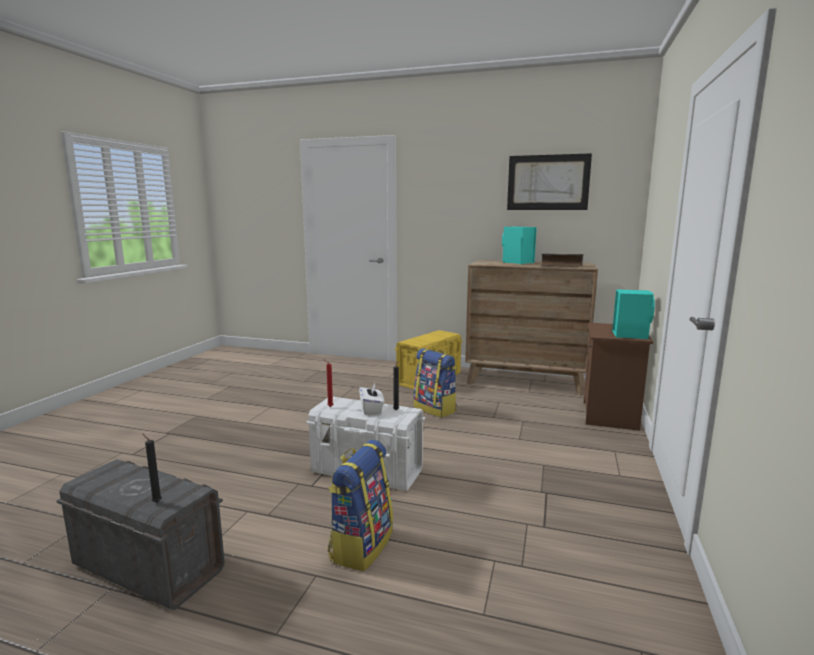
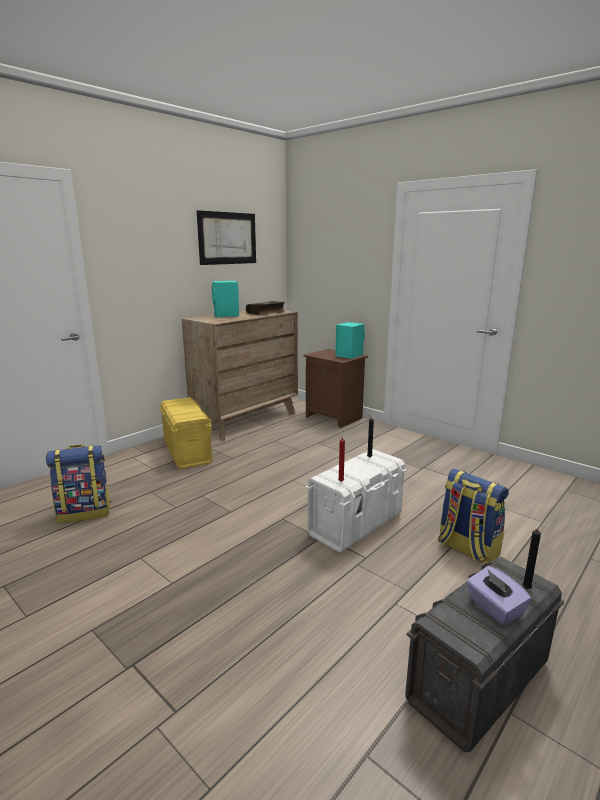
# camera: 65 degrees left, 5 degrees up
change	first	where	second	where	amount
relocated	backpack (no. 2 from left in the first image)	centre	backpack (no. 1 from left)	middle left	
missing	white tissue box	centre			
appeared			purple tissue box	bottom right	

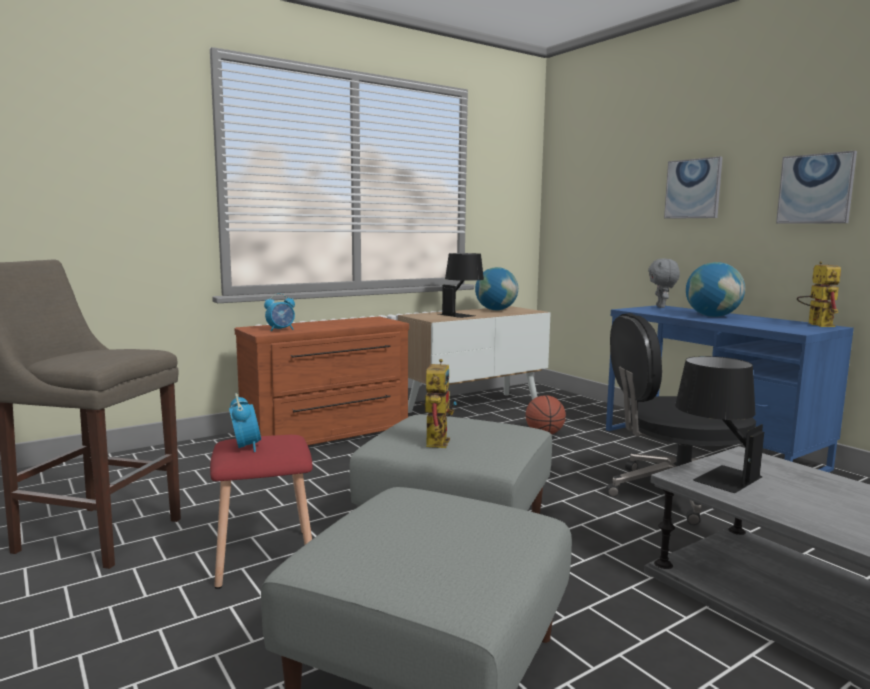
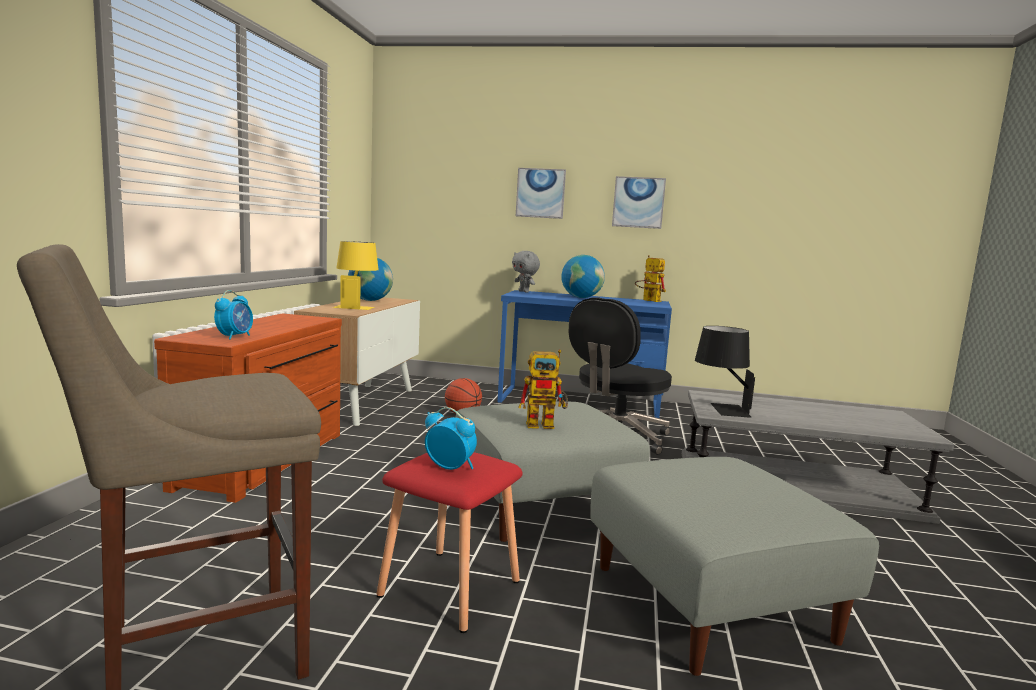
# camera: 45 degrees left, 0 degrees up
change	first	where	second	where	amount
colour	black table lamp (no. 1 from left)	centre	yellow table lamp	centre	
spun	toy robot (no. 1 from left)	centre		centre	120 degrees clockwise

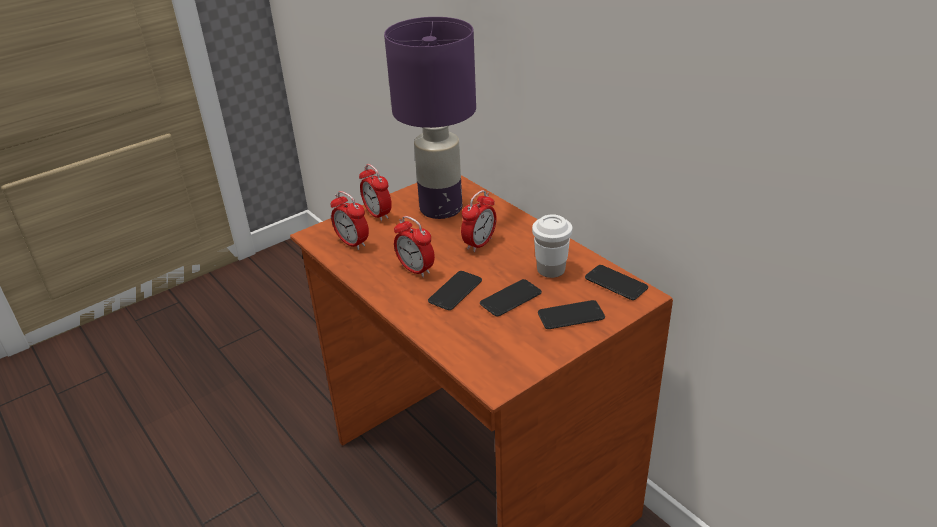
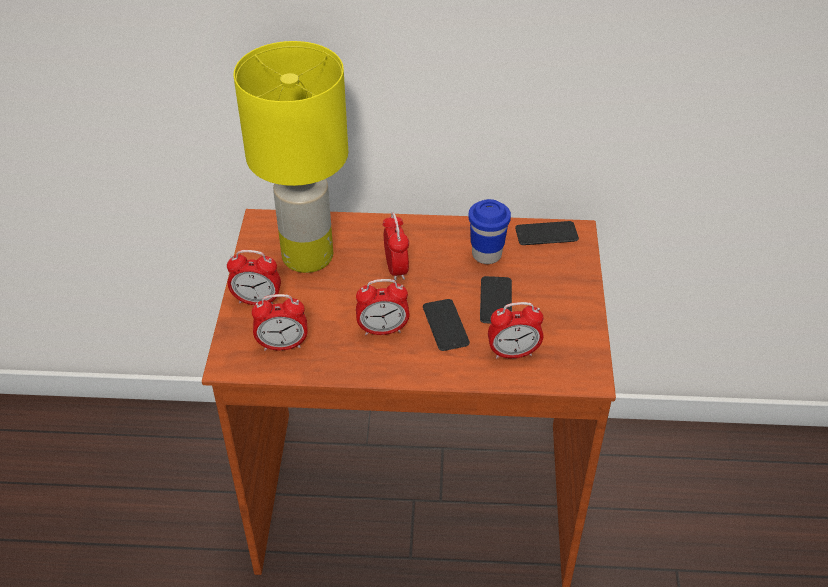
# camera: 50 degrees left, 10 degrees up
change	first	where	second	where	amount
colour	purple table lamp	top centre	yellow table lamp	top centre	
colour	white cup	centre	blue cup	centre	
missing	phone (no. 3 from left)	centre			
appeared			alarm clock (no. 5 from left)	centre	

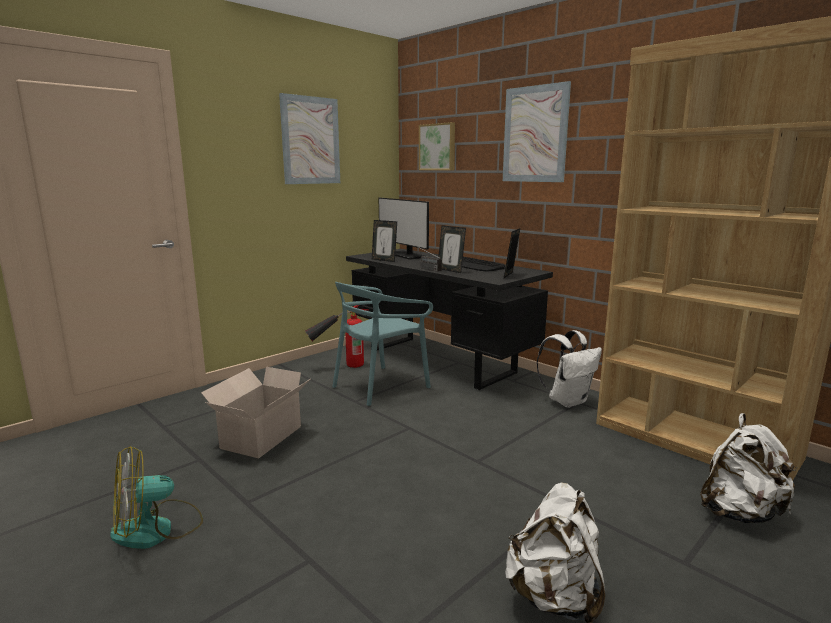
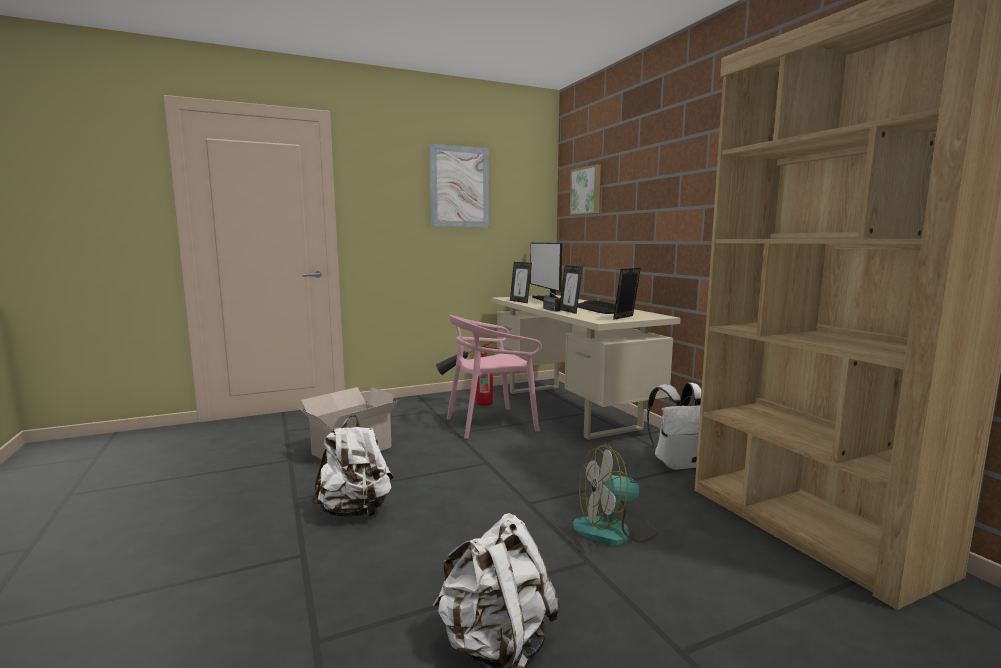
# camera: 20 degrees right, 5 degrees down
change	first	where	second	where	amount
missing	picture (no. 3 from left)	top centre			
colour	black desk	centre	beige desk	centre	
colour	turquoise chair	centre	pink chair	centre	
relocated	white backpack (no. 3 from left in the first image)	bottom right	white backpack (no. 1 from left)	bottom centre	
relocated	fan	bottom left		bottom centre	

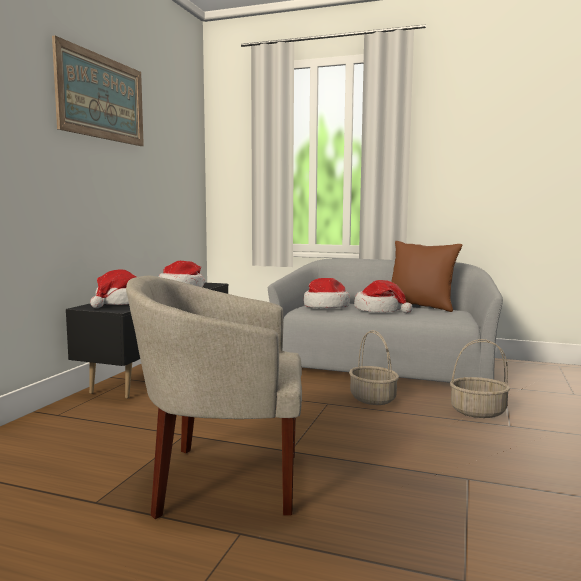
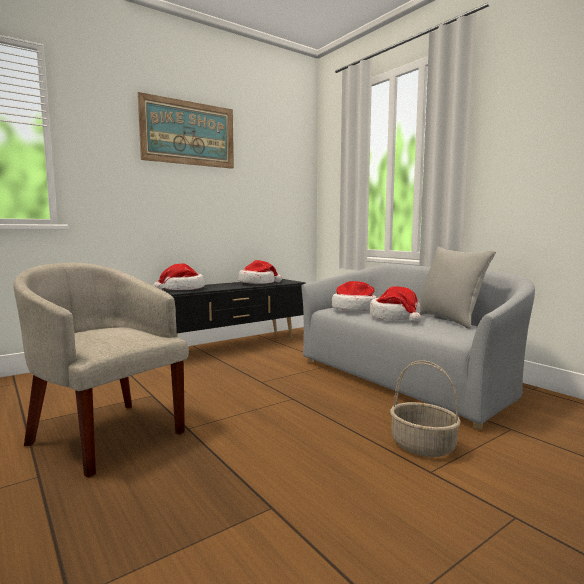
# camera: 35 degrees right, 0 degrees up
change	first	where	second	where	amount
colour	brown pillow	middle right	grey pillow	middle right	
missing	basket (no. 1 from left)	centre			

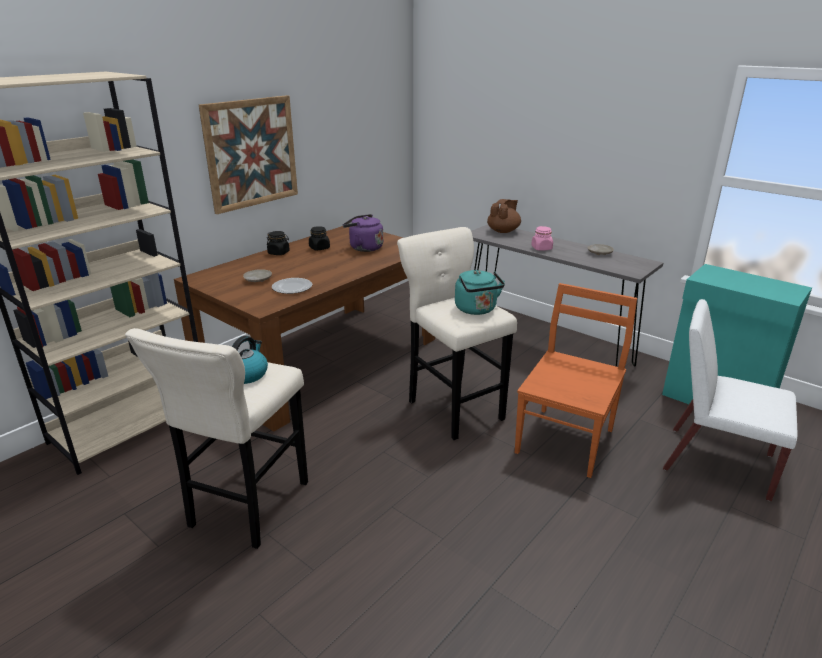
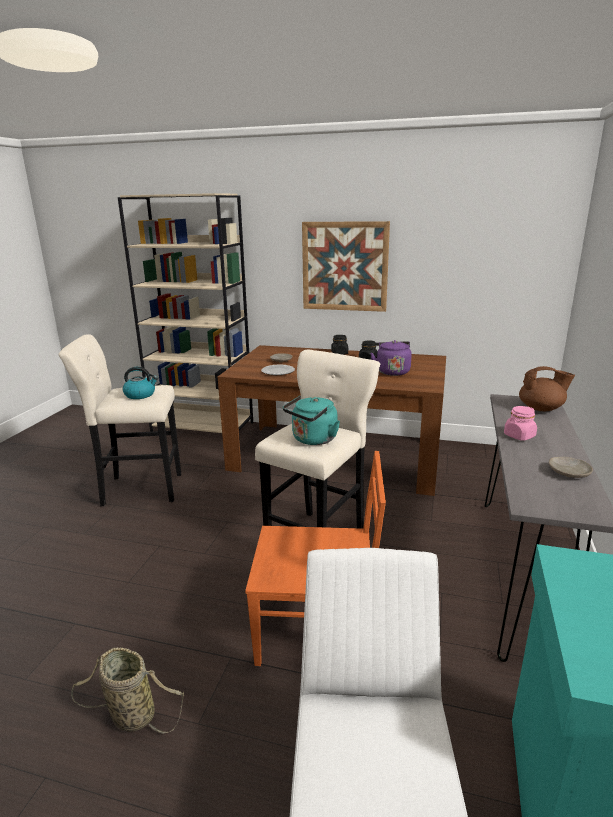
# camera: 65 degrees right, 5 degrees down
change	first	where	second	where	amount
appeared			basket	bottom left	

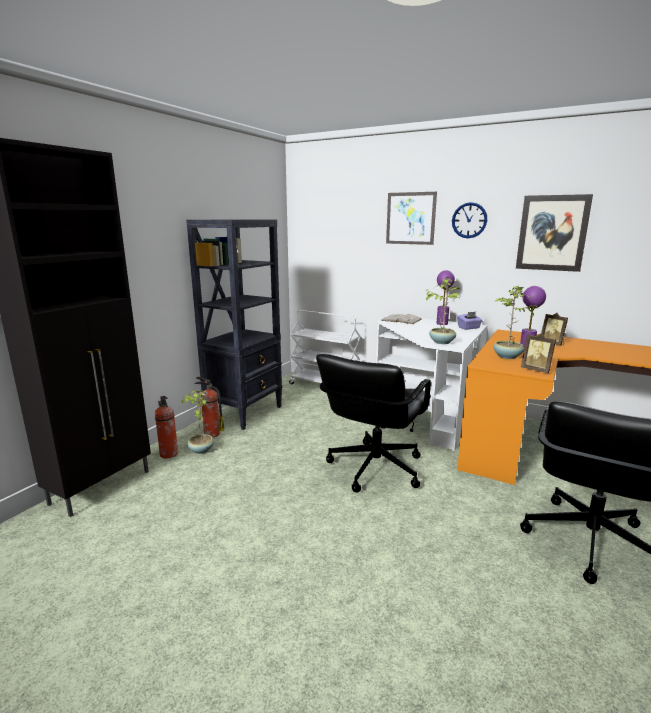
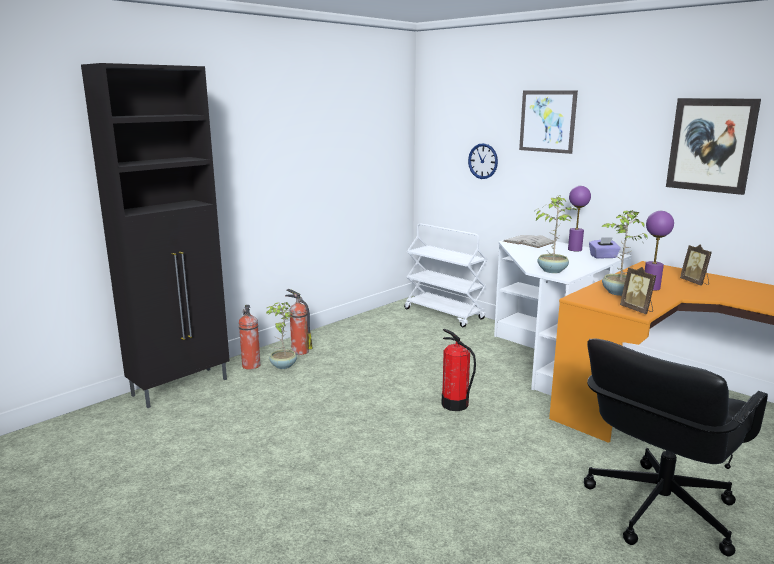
# camera: 15 degrees right, 0 degrees up
change	first	where	second	where	amount
relocated	wall clock	top right		top centre	
missing	black bookcase	centre			
exchanged	black office chair (no. 1 from left)	centre	fire extinguisher (no. 3 from left)	centre	

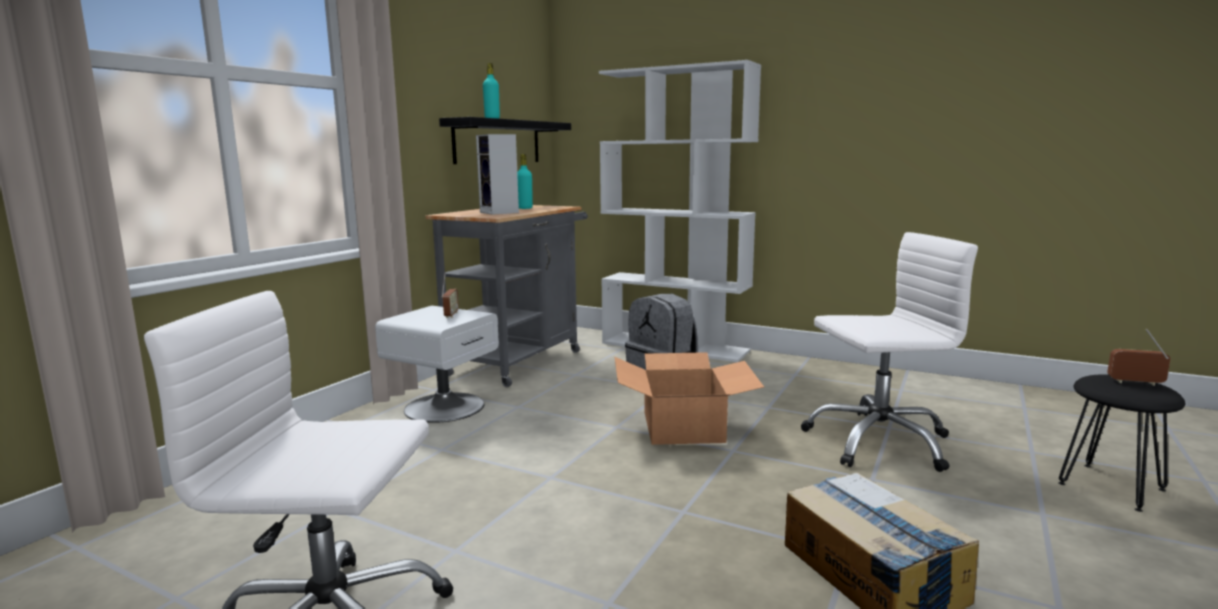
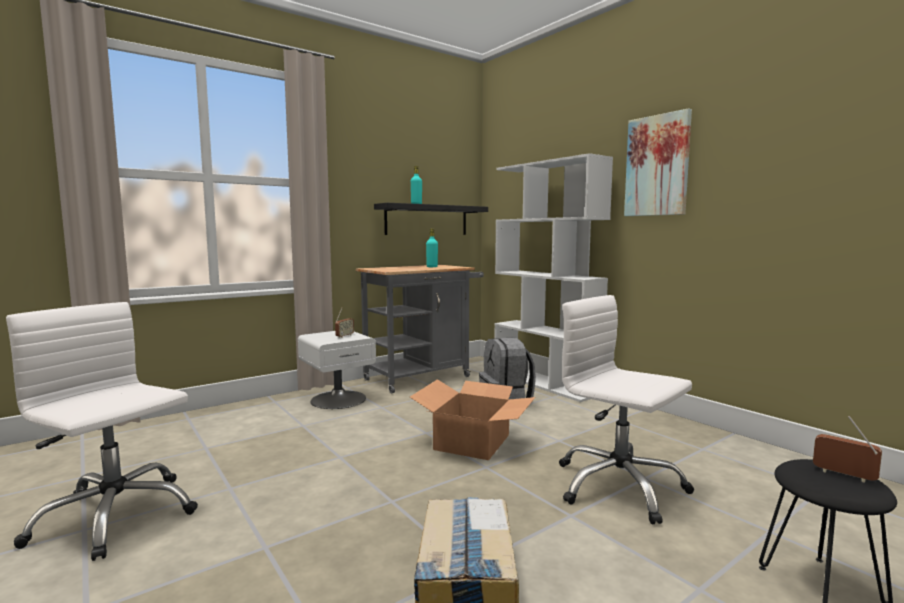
# camera: 25 degrees right, 5 degrees down
change	first	where	second	where	amount
missing	speaker	top centre			
spun	white office chair (no. 2 from left)	middle right		bottom right	150 degrees counterclockwise
appeared			picture	top right	

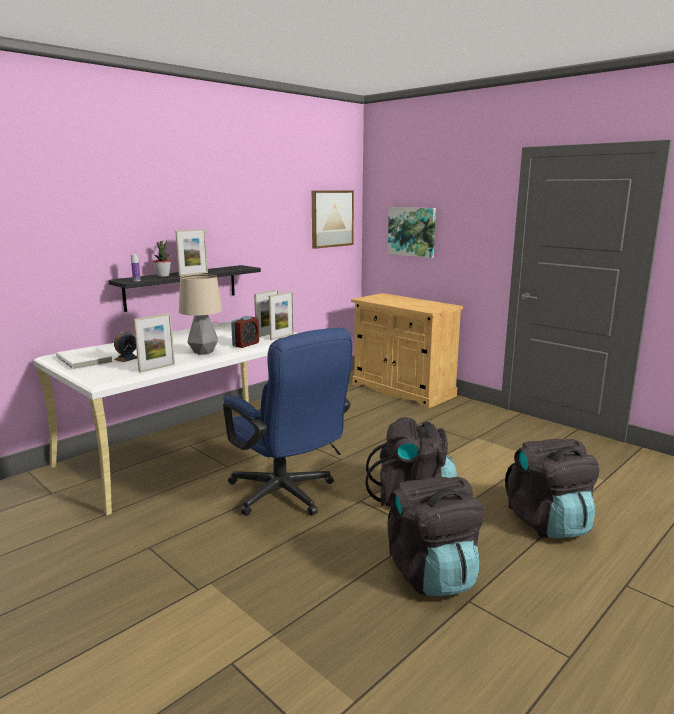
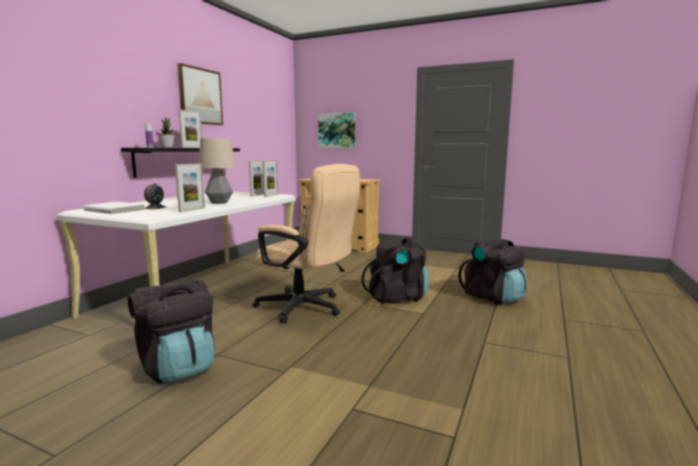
# camera: 20 degrees left, 5 degrees down
change	first	where	second	where	amount
relocated	picture (no. 1 from left)	top centre		top left	
missing	alarm clock (no. 2 from left)	centre			
colour	blue office chair	centre	beige office chair	centre	
relocated	black backpack (no. 2 from left in the first image)	bottom centre	black backpack (no. 1 from left)	bottom left	

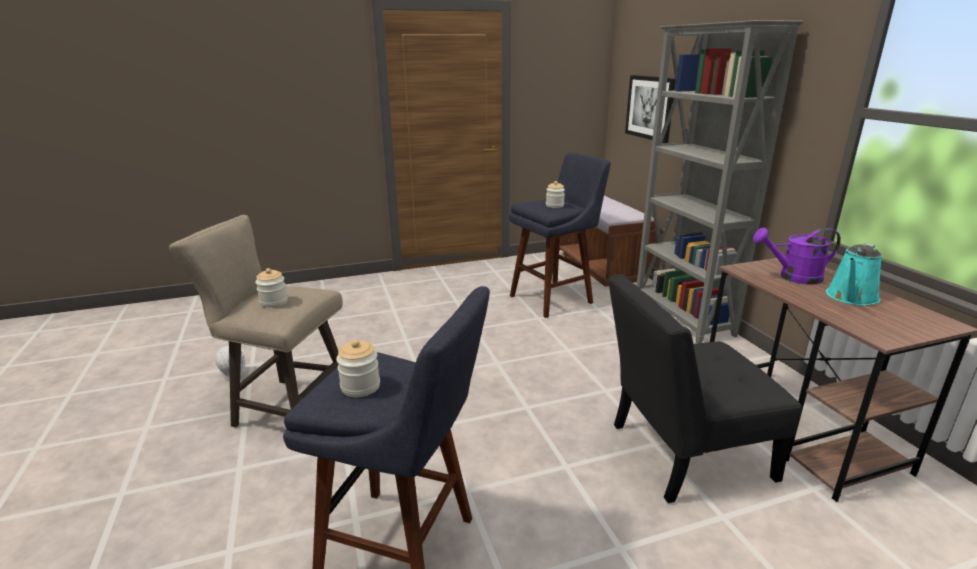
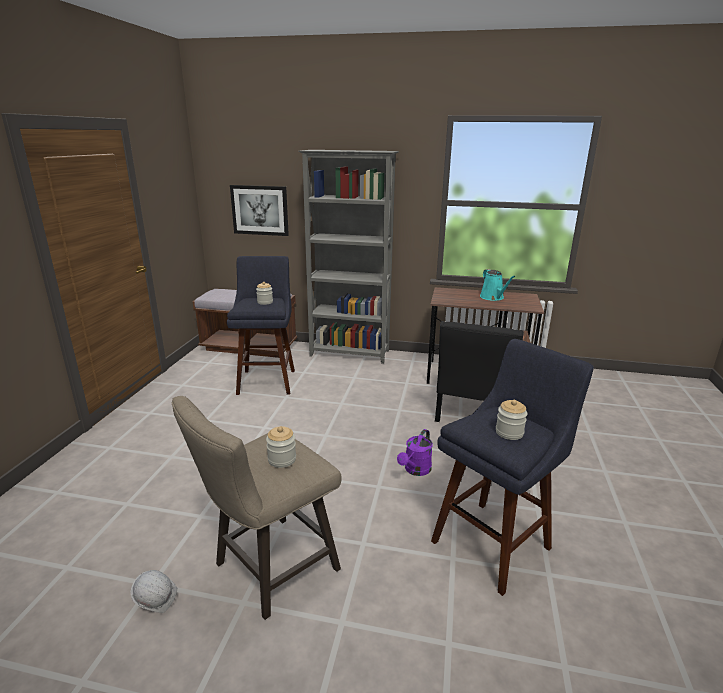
# camera: 60 degrees left, 0 degrees up
change	first	where	second	where	amount
relocated	purple watering can	middle right		centre	

